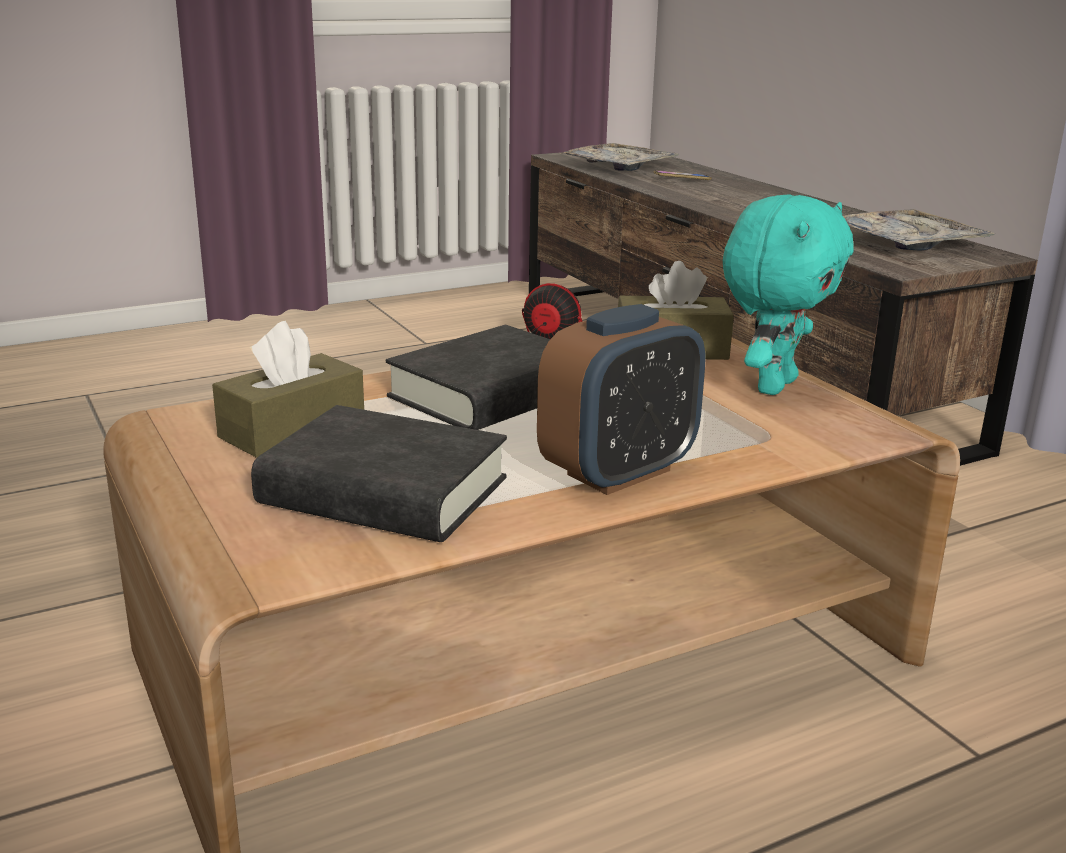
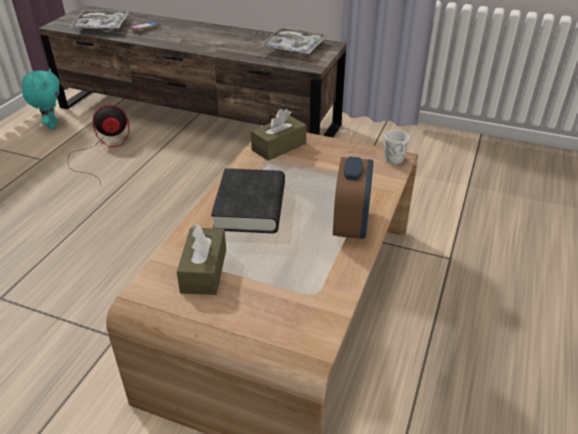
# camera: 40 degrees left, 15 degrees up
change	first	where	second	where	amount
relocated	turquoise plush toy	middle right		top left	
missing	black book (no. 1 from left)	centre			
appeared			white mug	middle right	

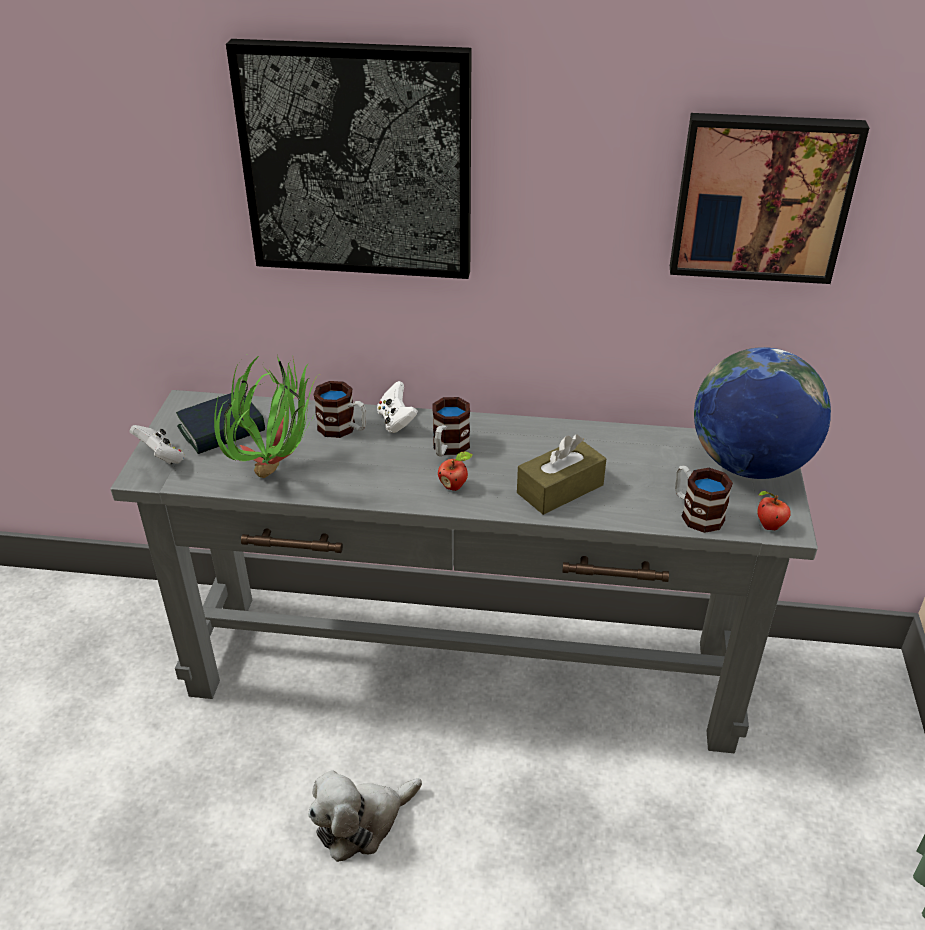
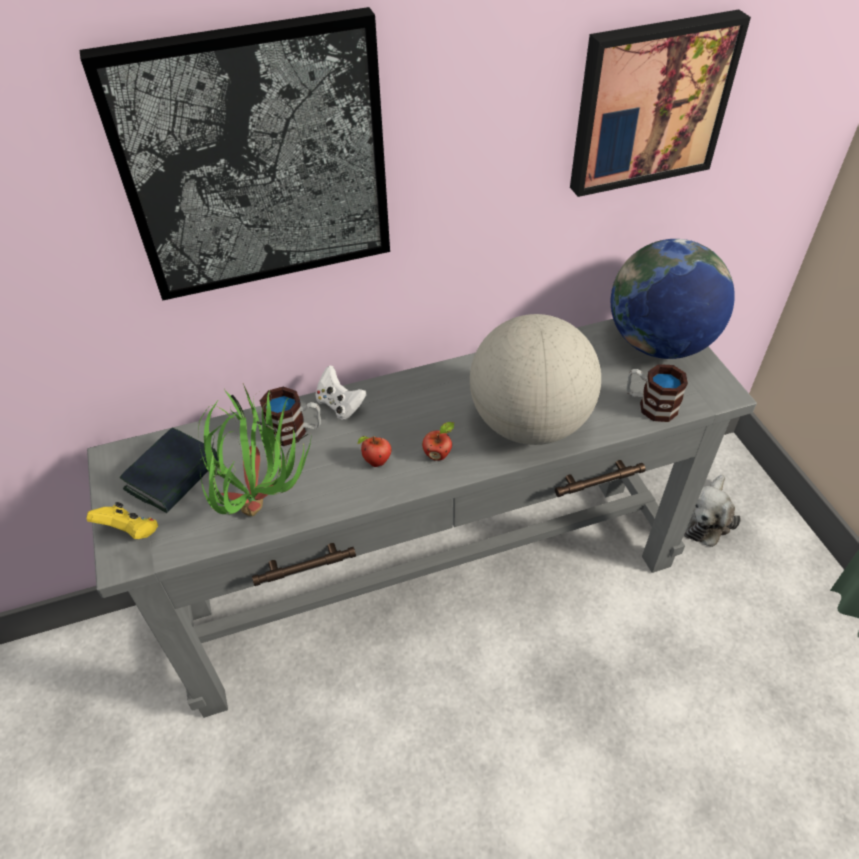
# camera: 25 degrees left, 10 degrees up
change	first	where	second	where	amount
missing	mug (no. 2 from left)	centre			
colour	white game controller (no. 1 from left)	middle left	yellow game controller	middle left	
exchanged	brown tissue box	centre	globe (no. 1 from left)	centre	
relocated	apple (no. 2 from left in the first image)	middle right	apple (no. 1 from left)	centre	
relocated	plush toy	bottom centre		middle right	

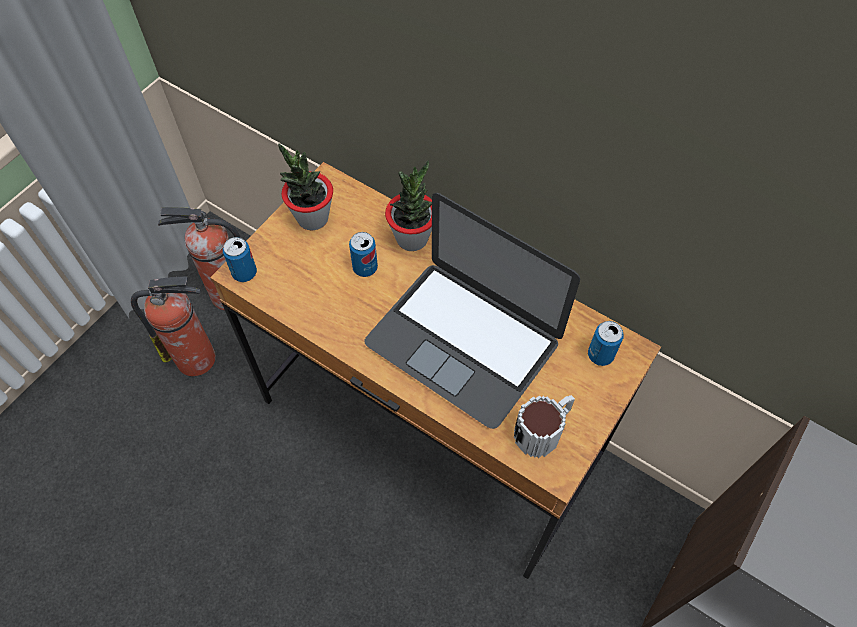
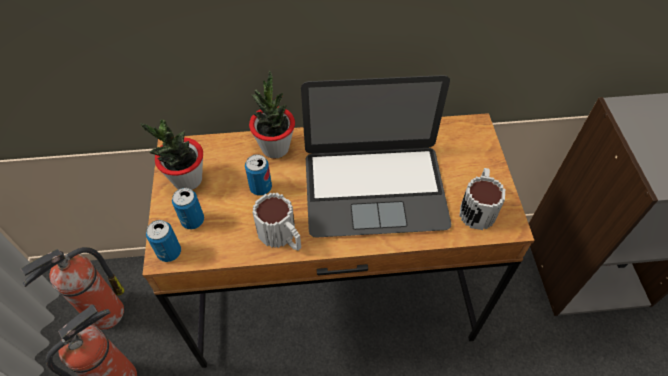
# camera: 40 degrees left, 5 degrees down
change	first	where	second	where	amount
relocated	can (no. 3 from left in the first image)	middle right	can (no. 2 from left)	middle left	
appeared			mug (no. 1 from left)	centre	

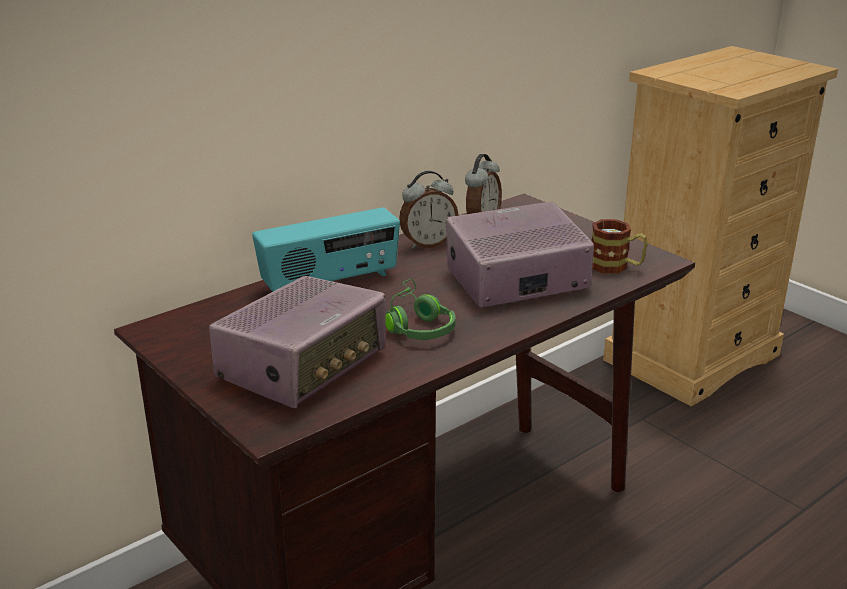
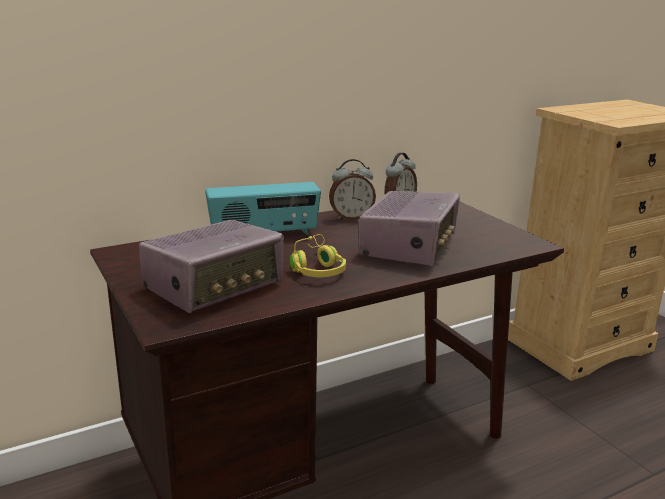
# camera: 10 degrees right, 5 degrees down
change	first	where	second	where	amount
spun	radio (no. 3 from left)	centre		centre	120 degrees clockwise
missing	mug	middle right			
colour	green headphones	centre	yellow headphones	centre	

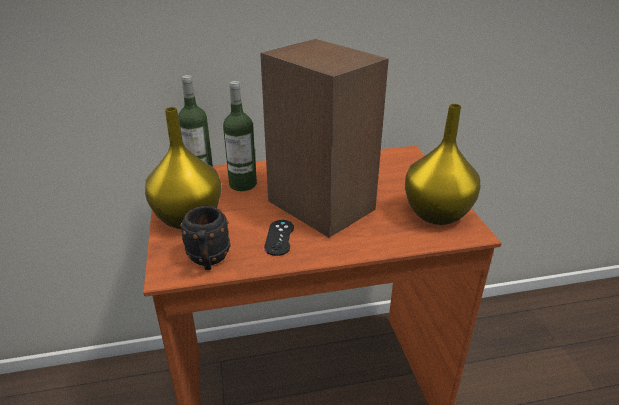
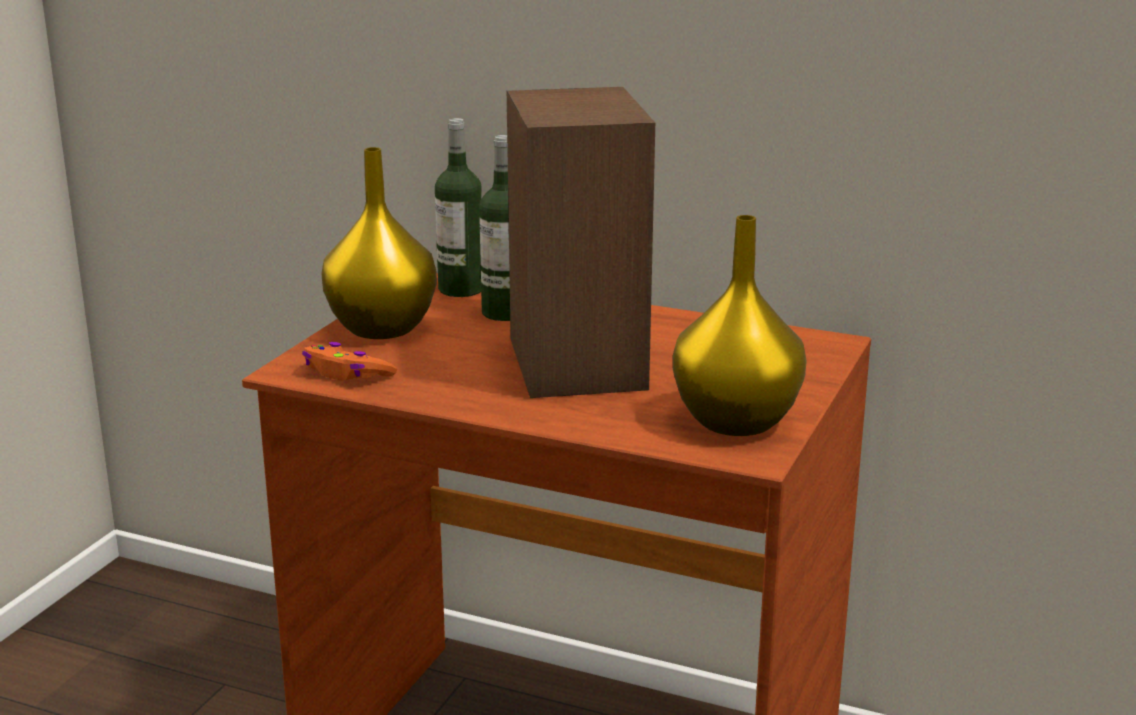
# camera: 35 degrees right, 10 degrees down
change	first	where	second	where	amount
exchanged	black mug	middle left	orange game controller	middle left	
missing	black game controller	centre			

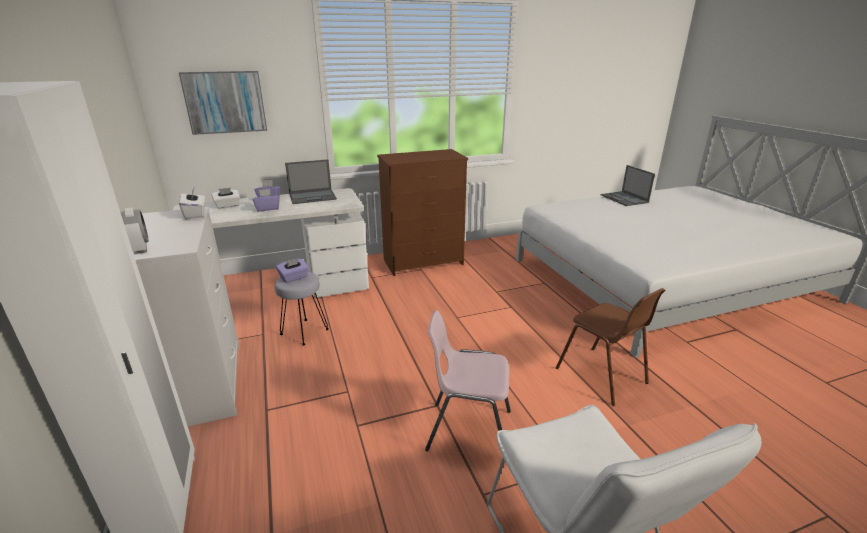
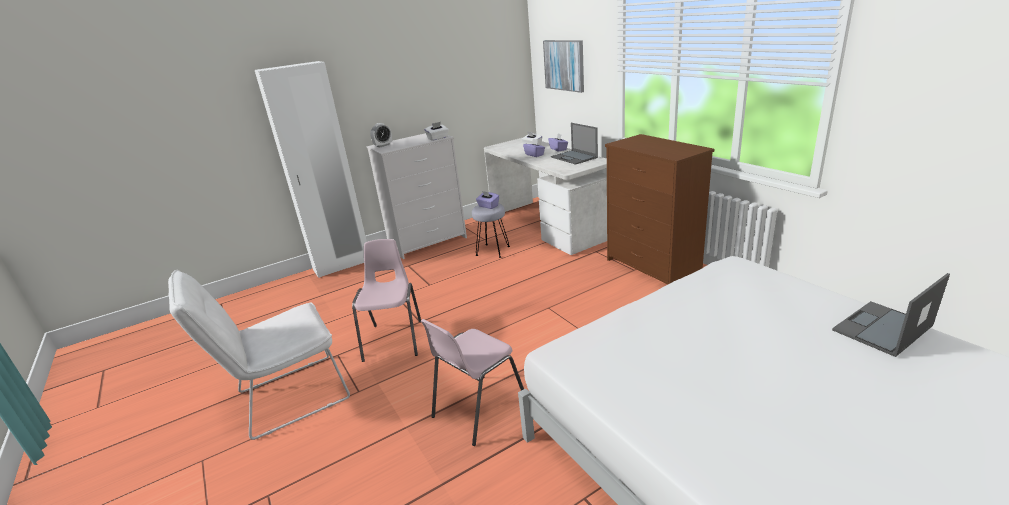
# camera: 80 degrees right, 0 degrees up
change	first	where	second	where	amount
colour	brown chair	middle right	pink chair (no. 2 from left)	bottom centre	

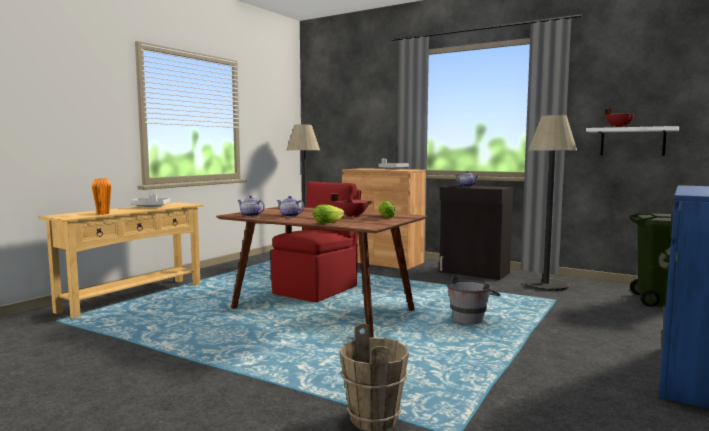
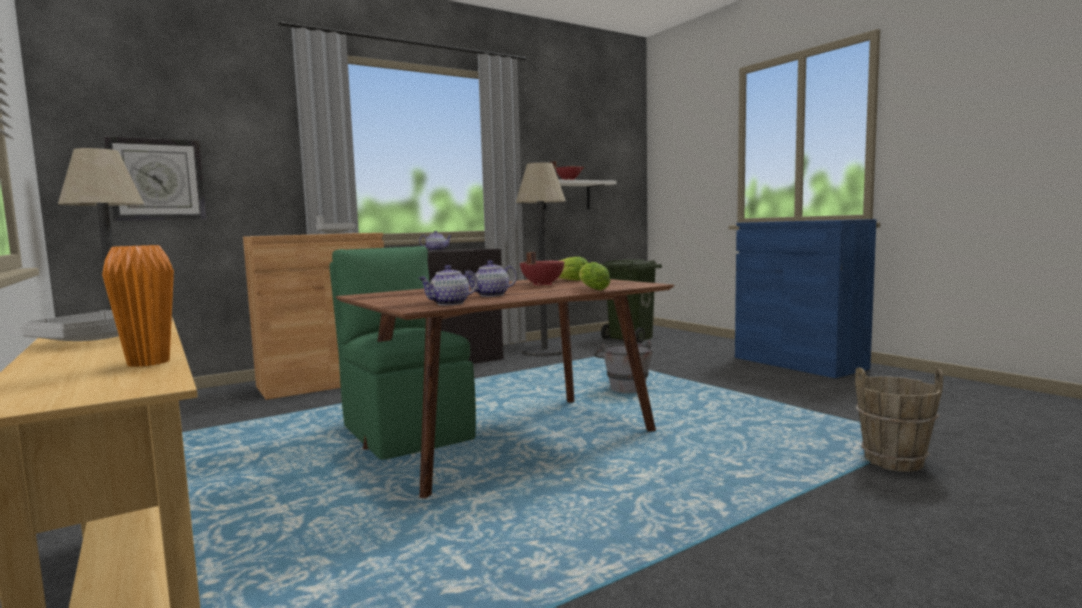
# camera: 65 degrees left, 0 degrees up
change	first	where	second	where	amount
colour	red chair	centre	green chair	centre	
appeared			wall clock	top left	

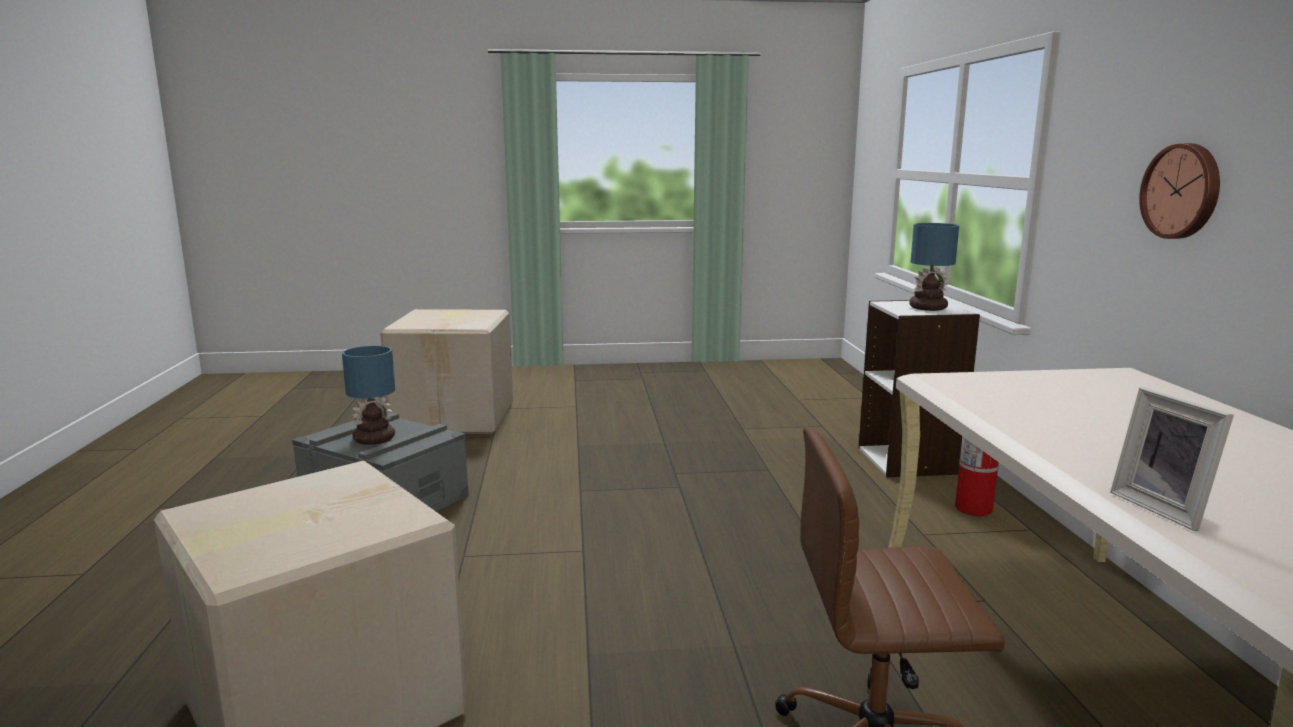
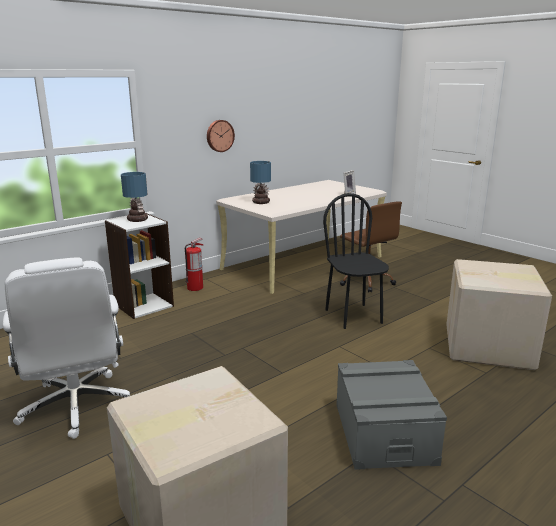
# camera: 125 degrees left, 5 degrees up
change	first	where	second	where	amount
relocated	table lamp (no. 1 from left in the first image)	middle left	table lamp (no. 2 from left)	centre	
appeared			black chair	centre	
appeared			white office chair	middle left	

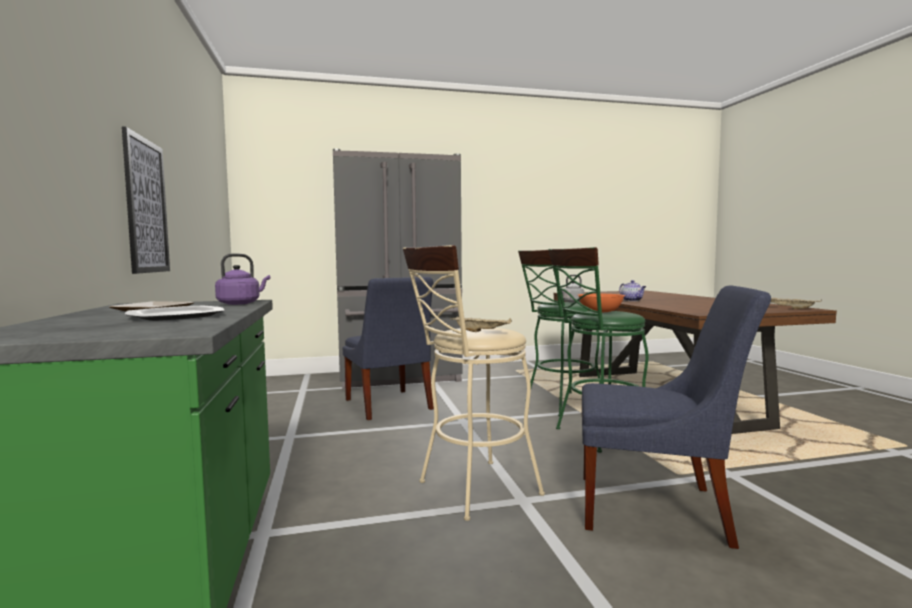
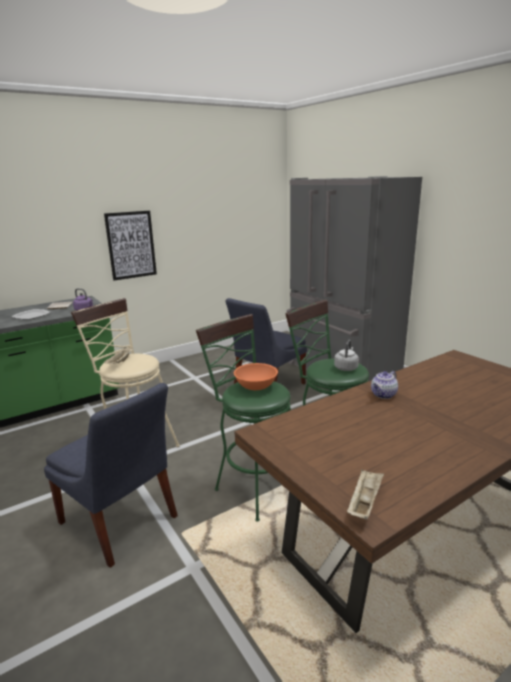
# camera: 70 degrees right, 15 degrees up
change	first	where	second	where	amount
spun	blue chair (no. 2 from left in the first image)	bottom right	blue chair (no. 1 from left)	bottom left	45 degrees counterclockwise

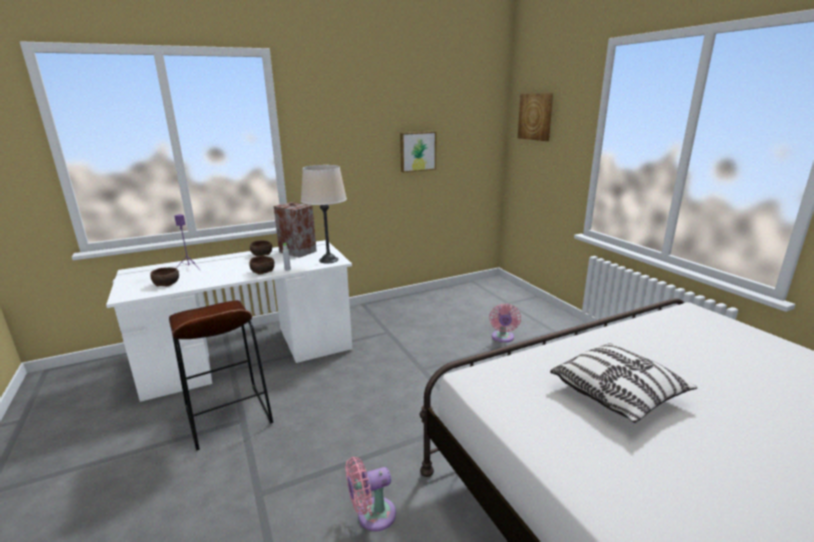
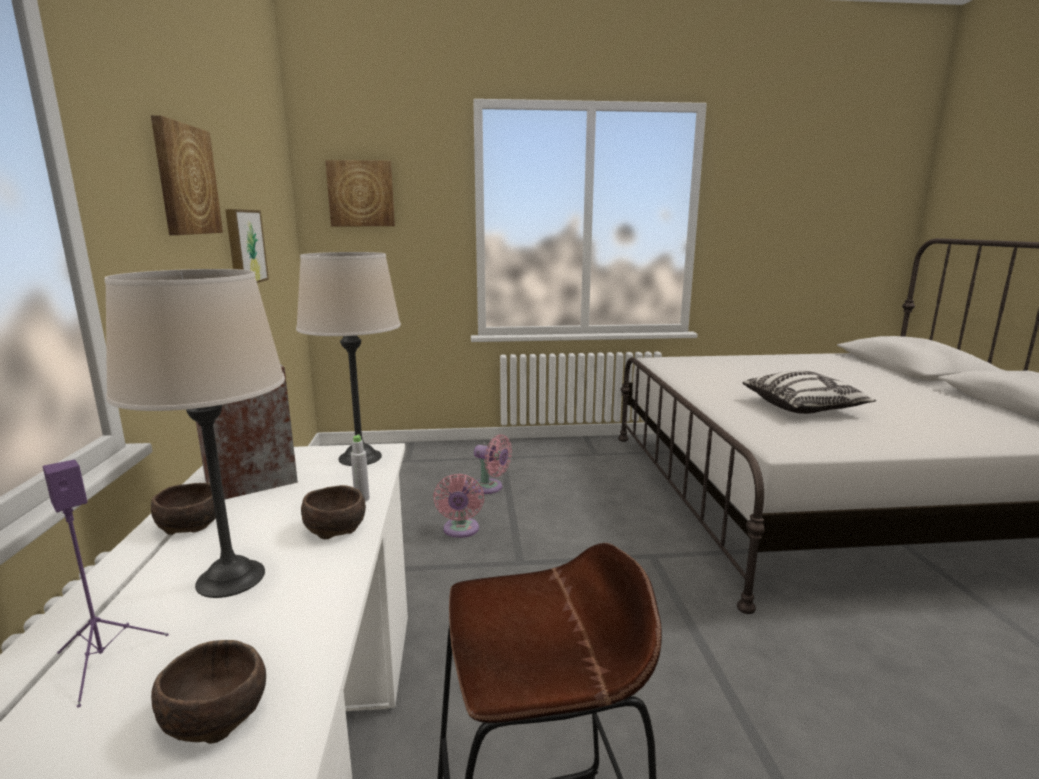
# camera: 70 degrees left, 5 degrees down
change	first	where	second	where	amount
relocated	pink fan (no. 1 from left)	bottom centre		centre	
appeared			picture (no. 1 from left)	top left	
appeared			beige table lamp (no. 1 from left)	middle left	

